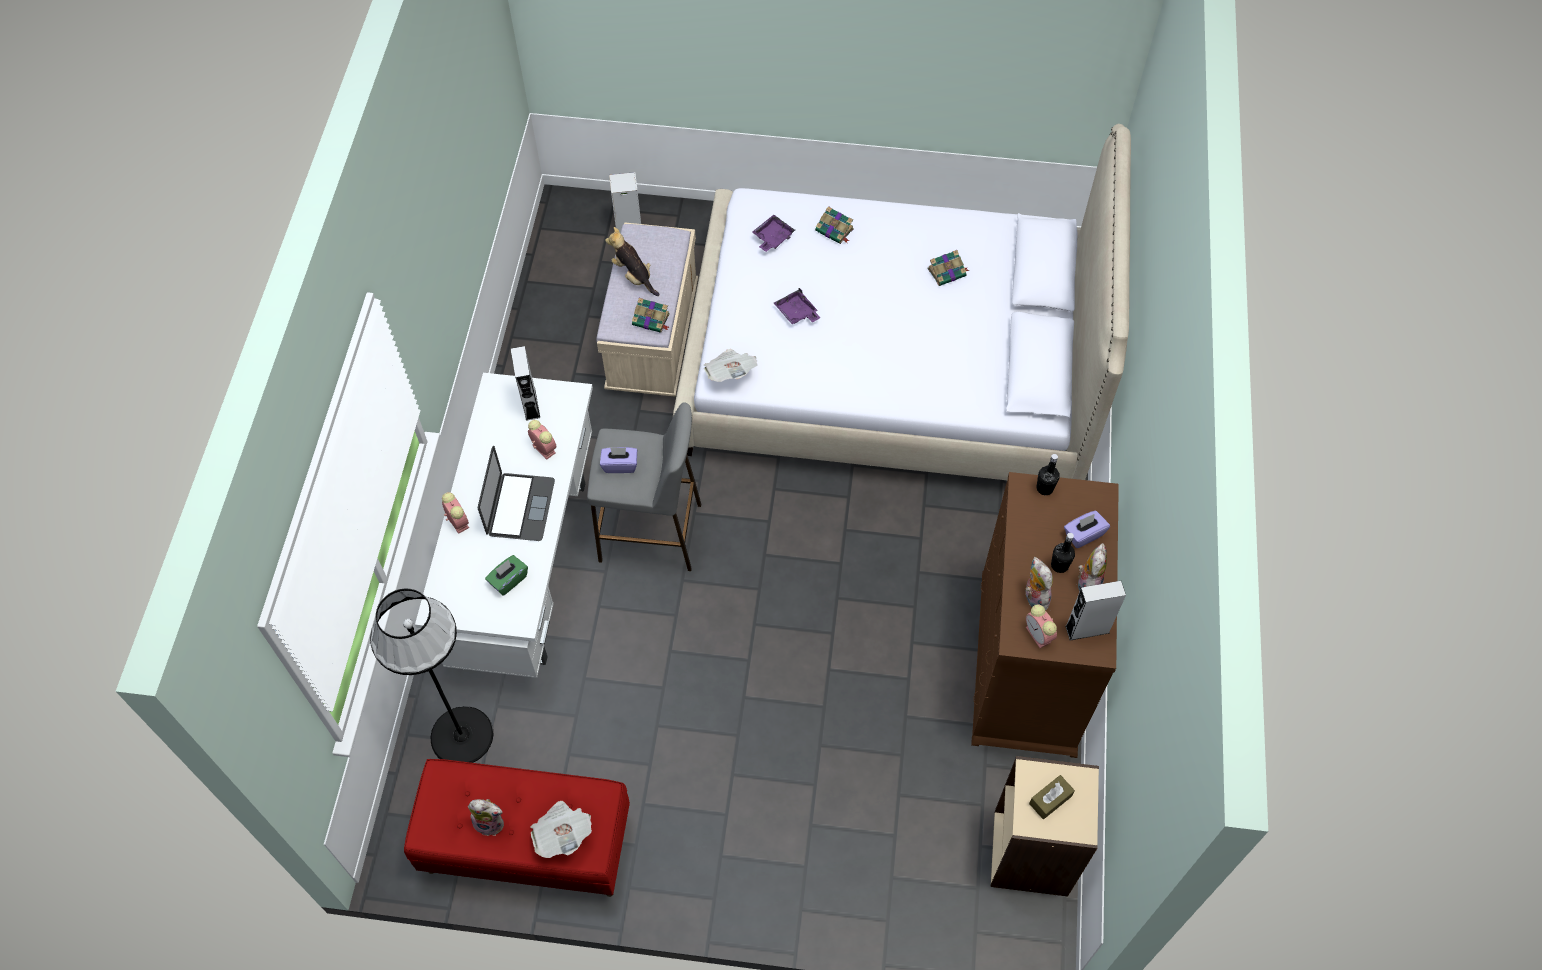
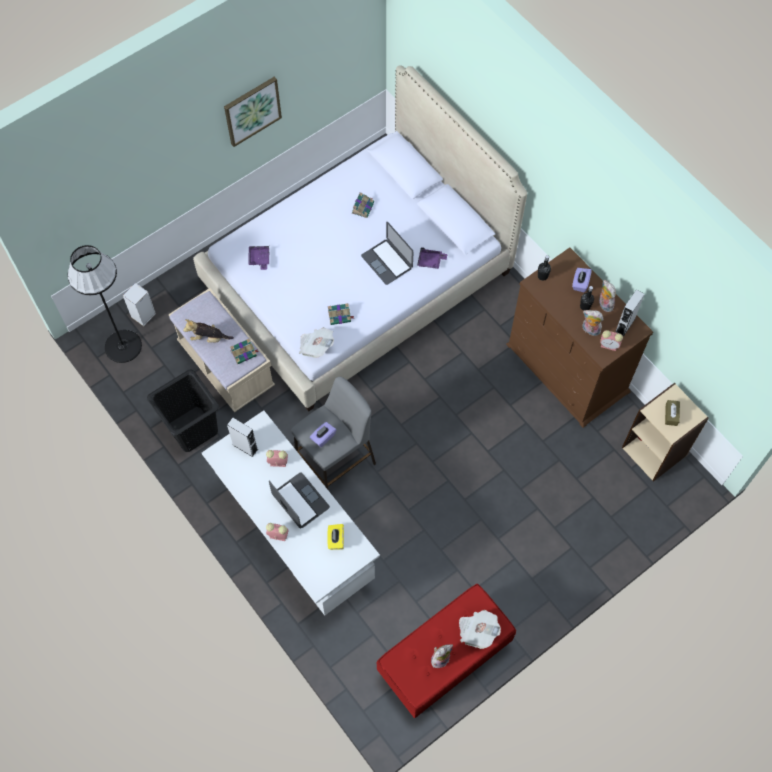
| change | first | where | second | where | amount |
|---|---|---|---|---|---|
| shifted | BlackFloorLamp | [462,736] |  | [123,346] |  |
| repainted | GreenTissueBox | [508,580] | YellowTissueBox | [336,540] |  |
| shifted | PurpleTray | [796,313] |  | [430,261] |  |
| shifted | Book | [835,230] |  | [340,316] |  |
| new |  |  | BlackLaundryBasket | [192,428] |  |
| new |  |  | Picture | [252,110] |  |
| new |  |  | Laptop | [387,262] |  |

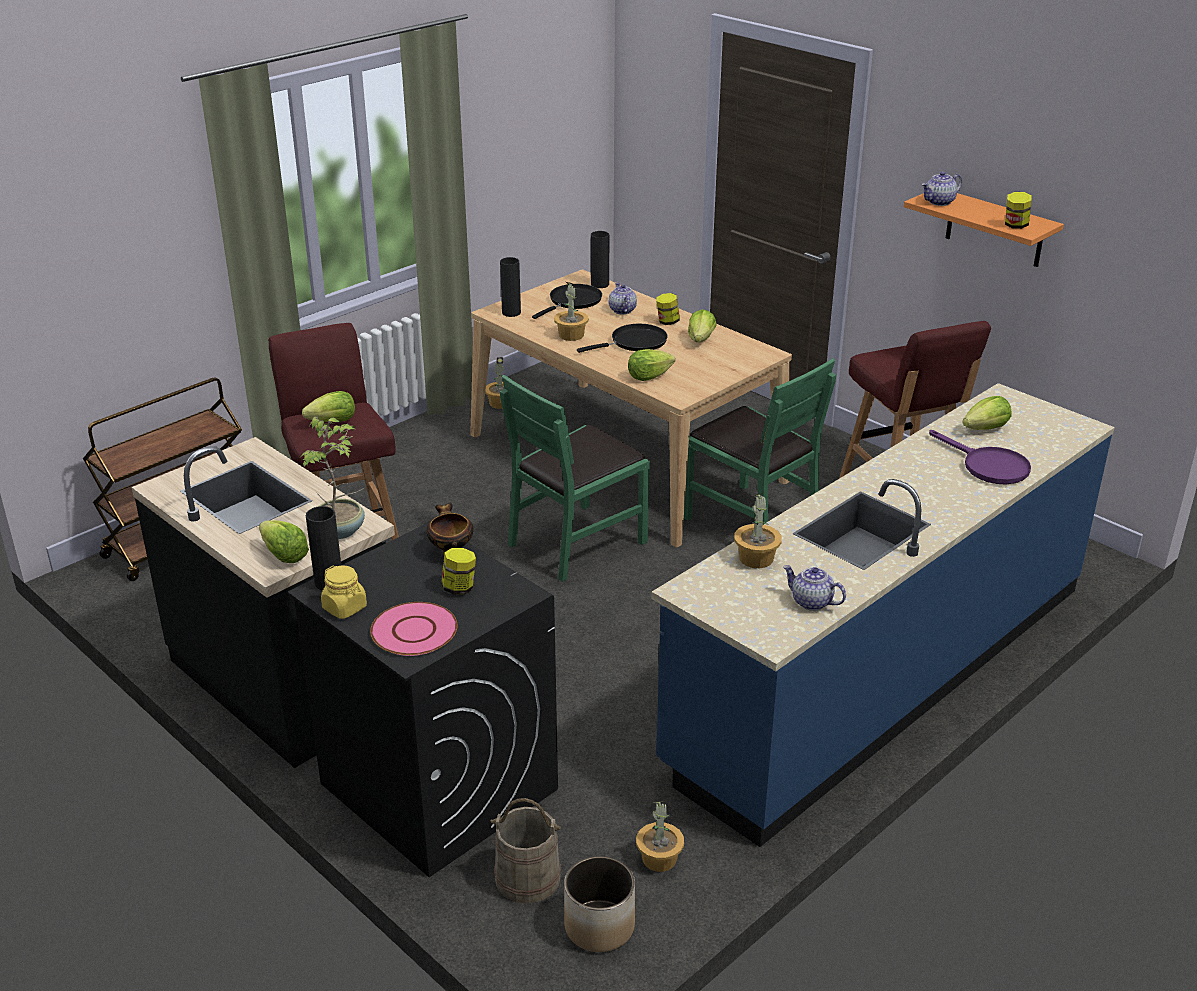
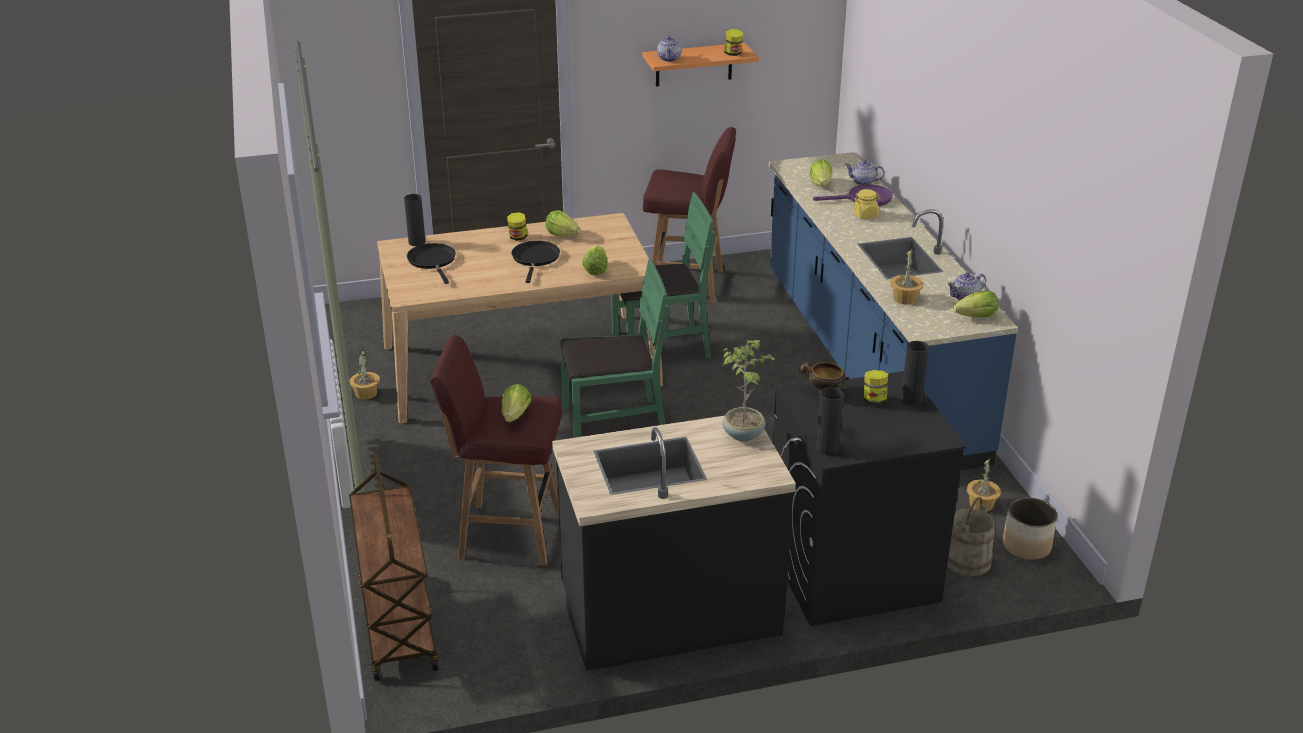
| change | first | where | second | where | amount |
|---|---|---|---|---|---|
| shifted | Lettuce | [284,556] |  | [976,317] |  |
| shifted | YellowJar | [345,608] |  | [865,215] |  |
| gone | PinkPlate | [415,630] |  |  |  |
| shifted | BlackVase | [511,313] |  | [911,399] |  |
| rotated | GreenChair | [576,542] |  | [613,424] | 90 degrees counterclockwise |
| gone | PottedPlant | [571,335] |  |  |  |
| shifted | Teapot | [622,310] |  | [863,182] |  |

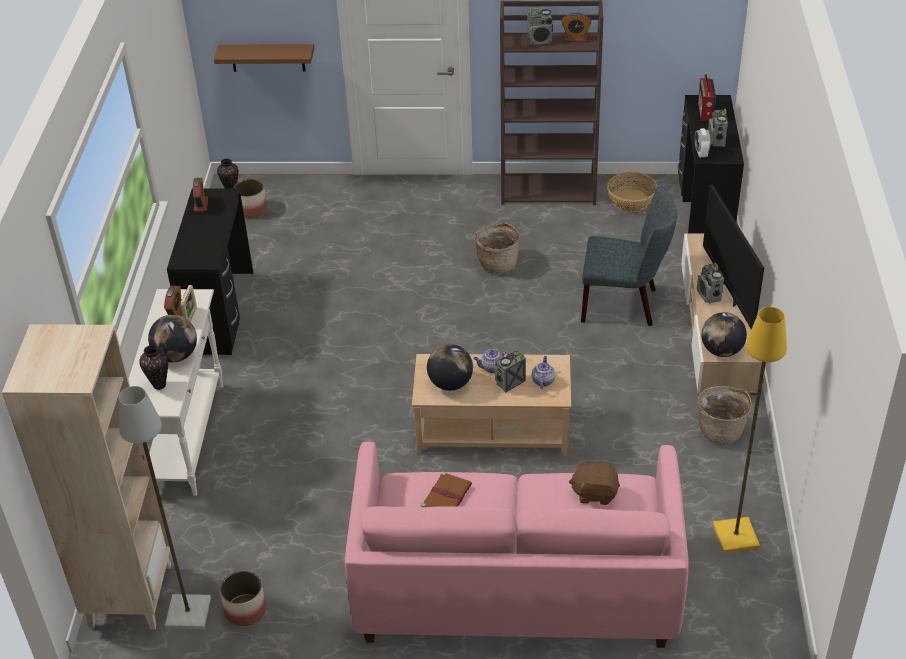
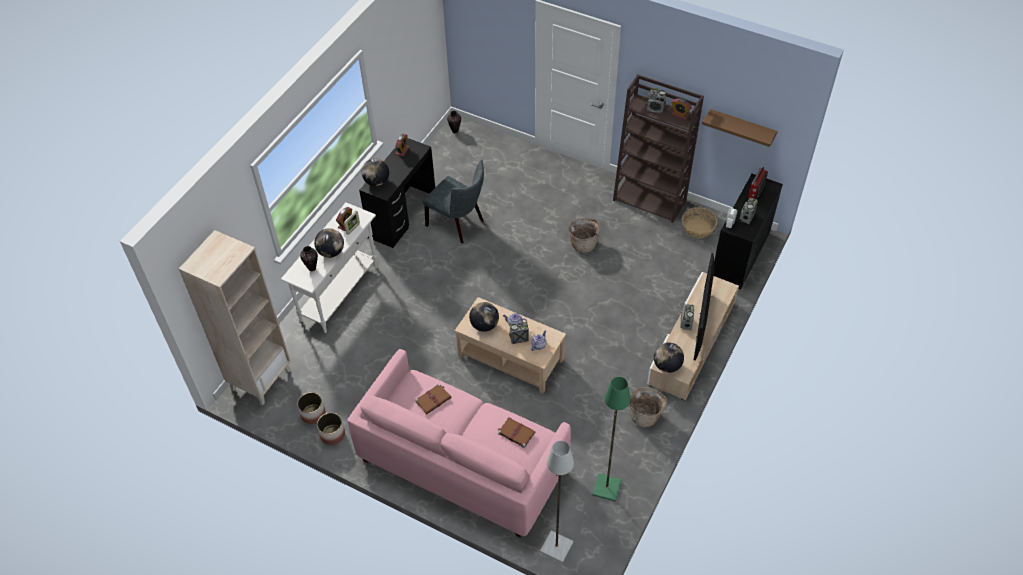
| change | first | where | second | where | amount |
|---|---|---|---|---|---|
| shifted | GreyFloorLamp | [187,613] |  | [555,547] |  |
| shifted | BrownShelf | [268,57] |  | [741,128] |  |
| shifted | Planter | [252,209] |  | [332,434] |  |
| swapped | BrownPlushToy | [595,493] | BrownBook | [516,433] |  |
| shifted | GreyChair | [624,304] |  | [458,224] |  |
| repainted | YellowFloorLamp | [736,536] | GreenFloorLamp | [607,488] |  |
| new |  |  | Globe | [377,182] |  |

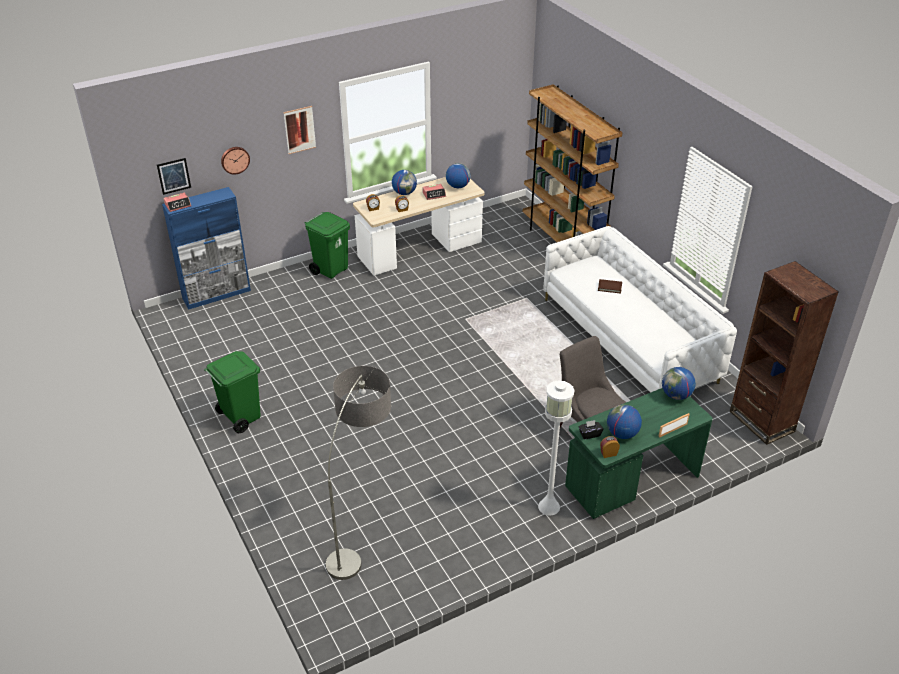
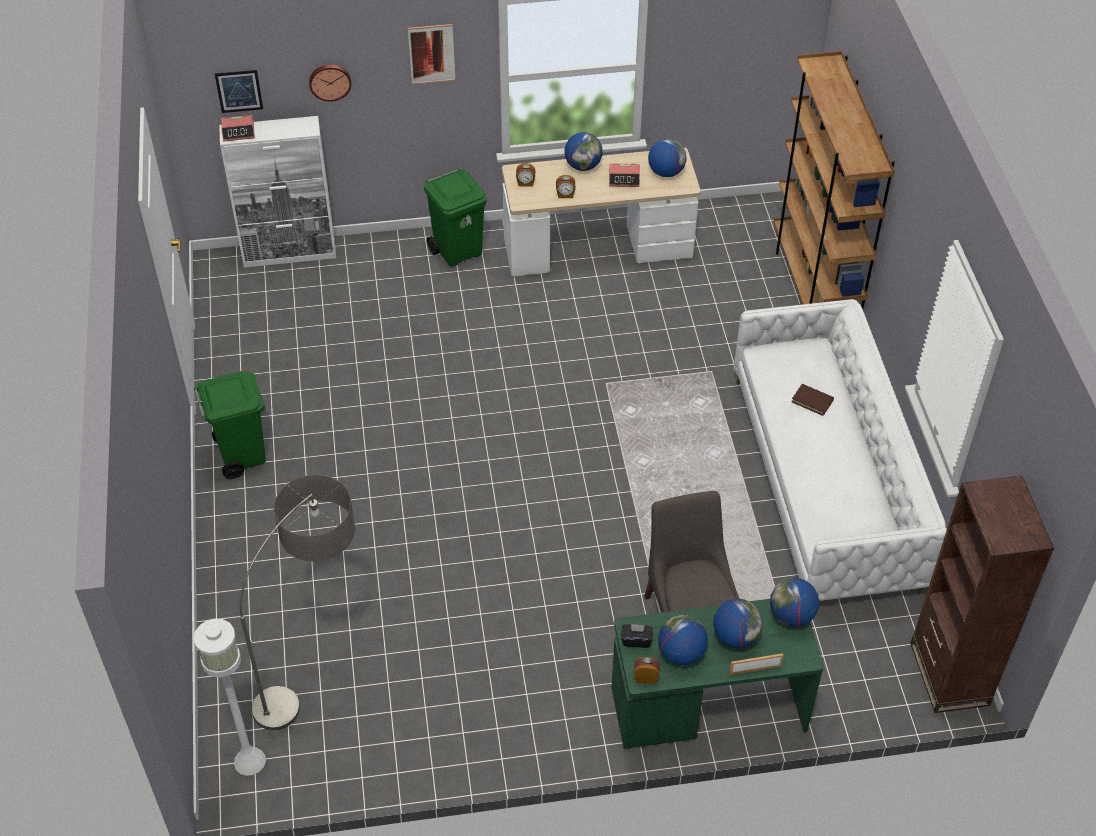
| change | first | where | second | where | amount |
|---|---|---|---|---|---|
| repainted | BlueCabinet | [217,294] | WhiteCabinet | [290,253] |  |
| shifted | WhiteFloorLamp | [549,506] |  | [250,760] |  |
| new |  |  | Globe | [735,636] |  |

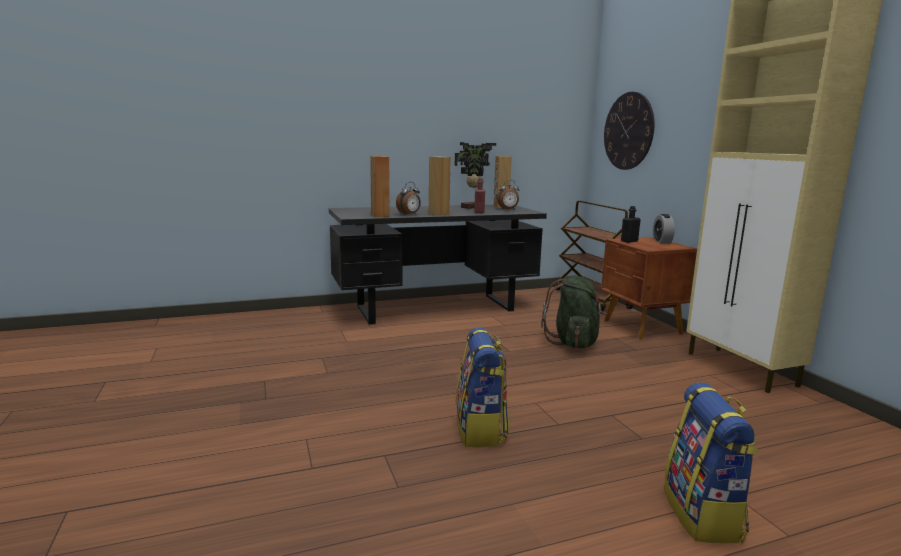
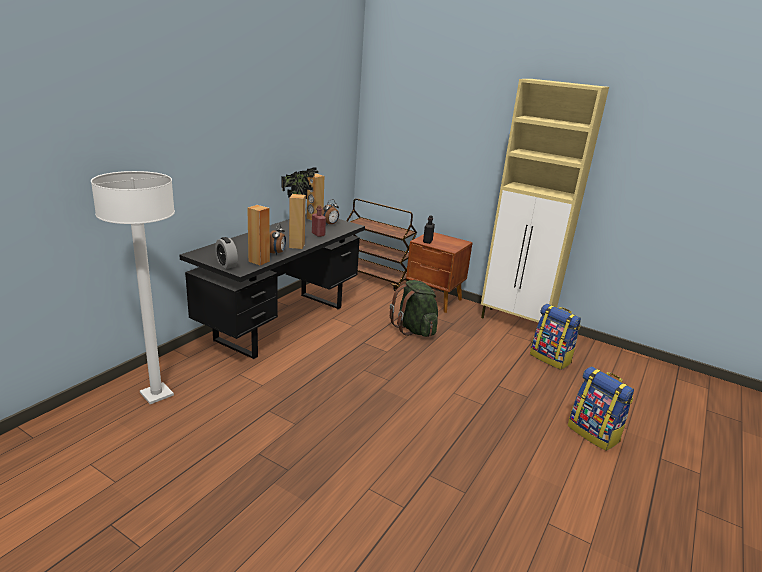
| change | first | where | second | where | amount |
|---|---|---|---|---|---|
| shifted | Backpack | [481,430] |  | [551,358] |  |
| gone | WallClock | [628,131] |  |  |  |
| shifted | AlarmClock | [662,241] |  | [226,264] |  |
| new |  |  | WhiteFloorLamp | [156,394] |  |

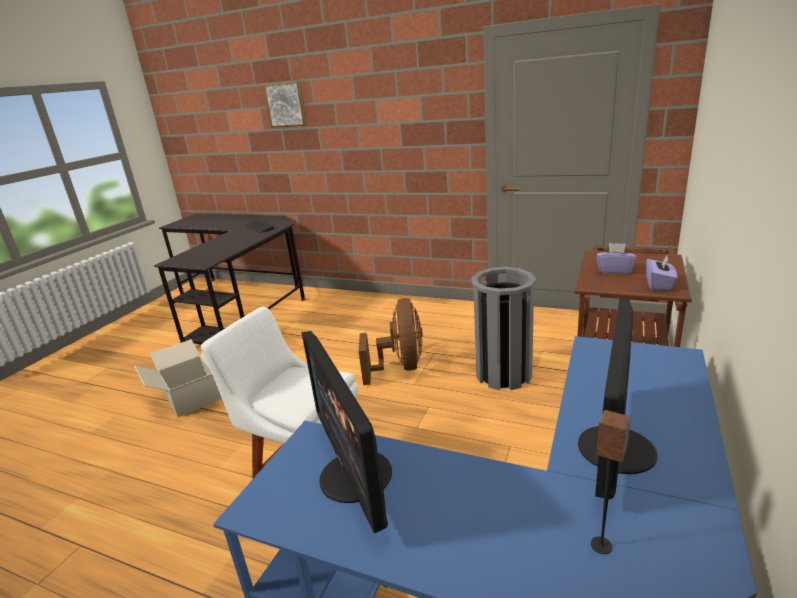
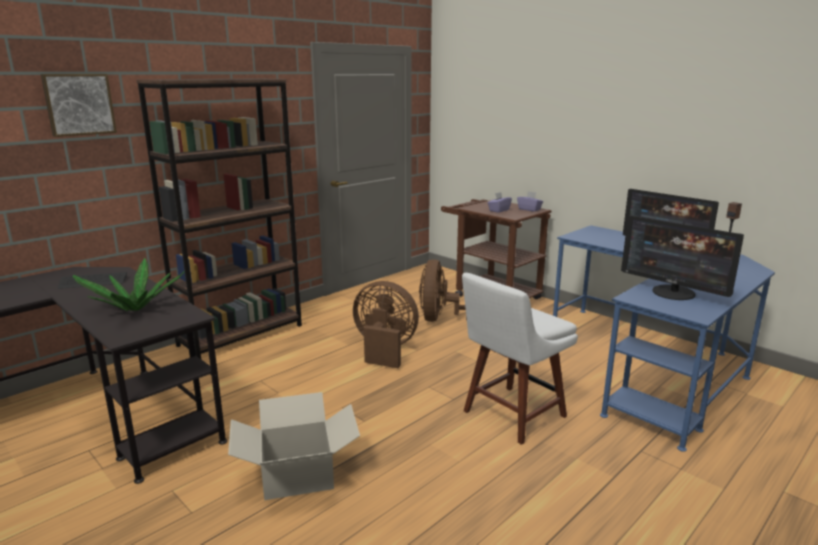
| change | first | where | second | where | amount |
|---|---|---|---|---|---|
| rotated | Monitor | [354,476] |  | [673,293] | 45 degrees clockwise |
| swapped | GreyTrashCan | [503,374] | BrownFan | [440,318] |  |
| new |  |  | PottedPlant | [135,308] |  |
| new |  |  | BrownBookcase | [241,335] |  |

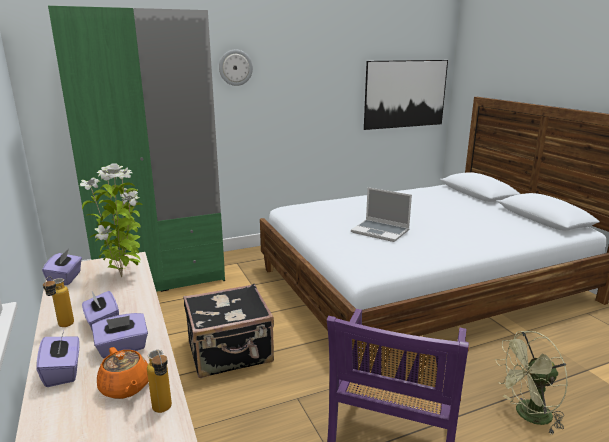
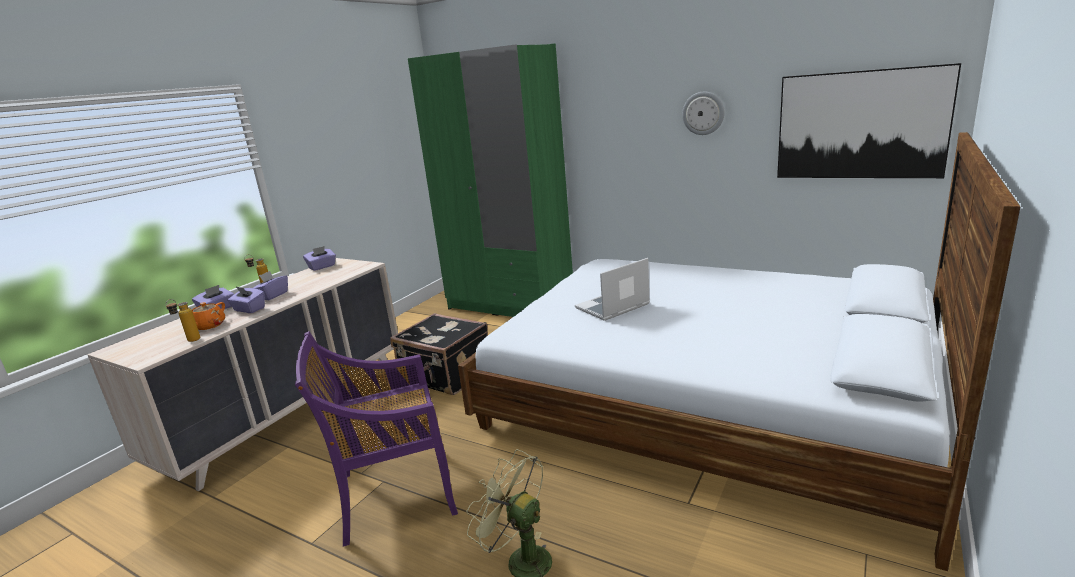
| change | first | where | second | where | amount |
|---|---|---|---|---|---|
| gone | PottedPlant | [123,276] |  |  |  |
| shifted | WallClock | [235,67] |  | [703,113] |  |
| rotated | Laptop | [381,231] |  | [612,307] | 60 degrees clockwise |

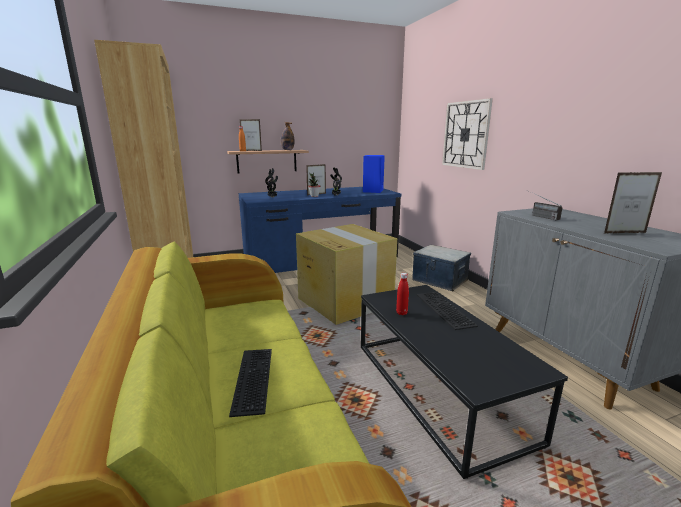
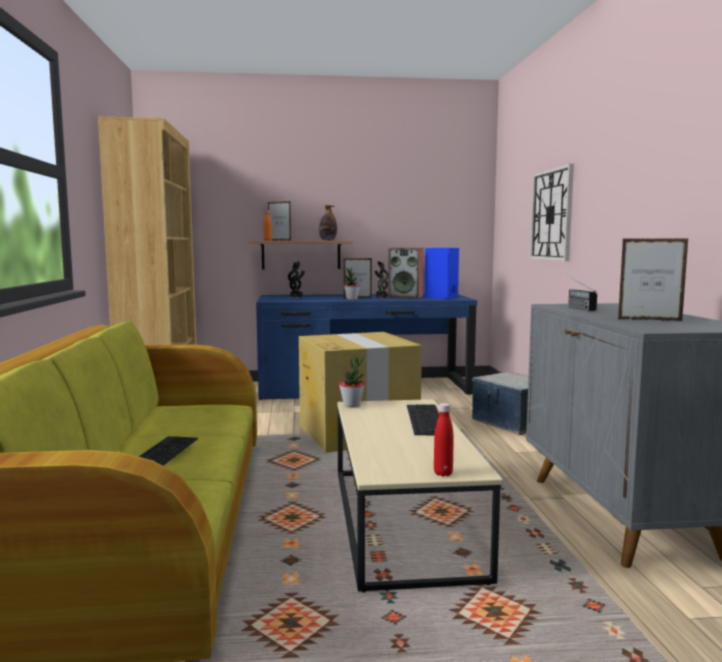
| change | first | where | second | where | amount |
|---|---|---|---|---|---|
| repainted | BlackCoffeeTable | [438,389] | BeigeCoffeeTable | [403,521] |  |
| shifted | RedBottle | [401,313] |  | [443,473] |  |
| new |  |  | PottedPlant | [352,404] |  |
| new |  |  | Speaker | [406,297] |  |

